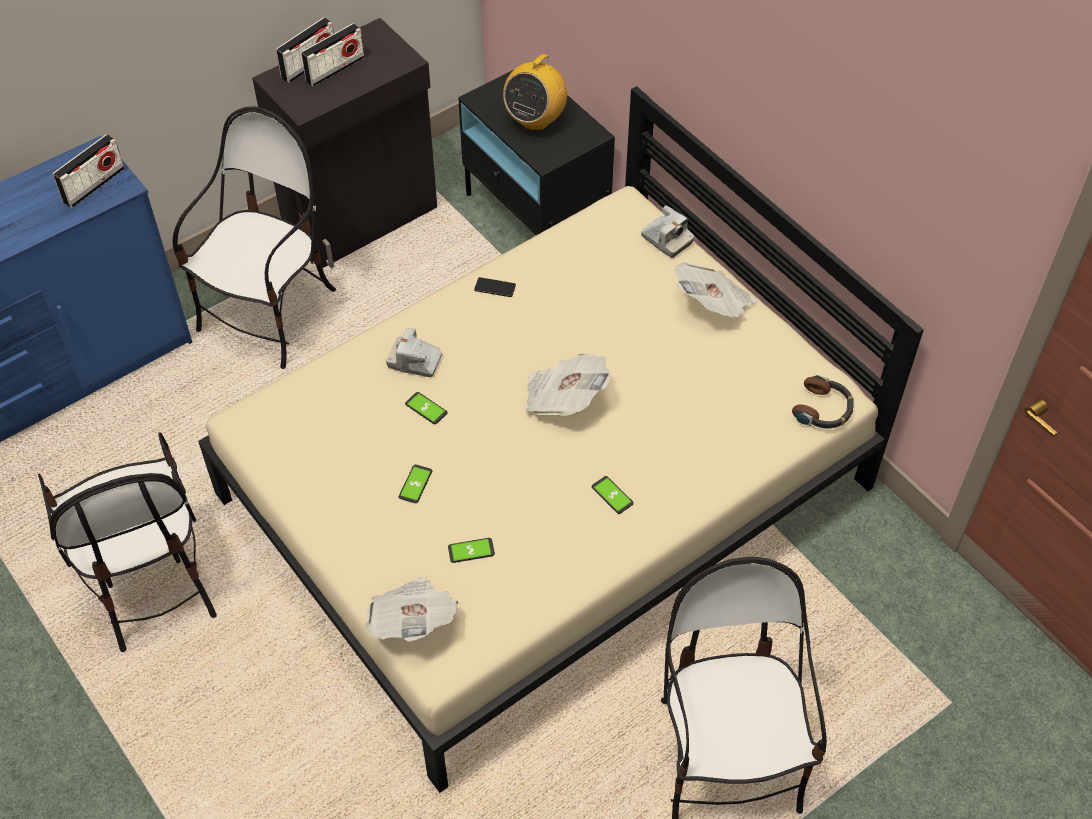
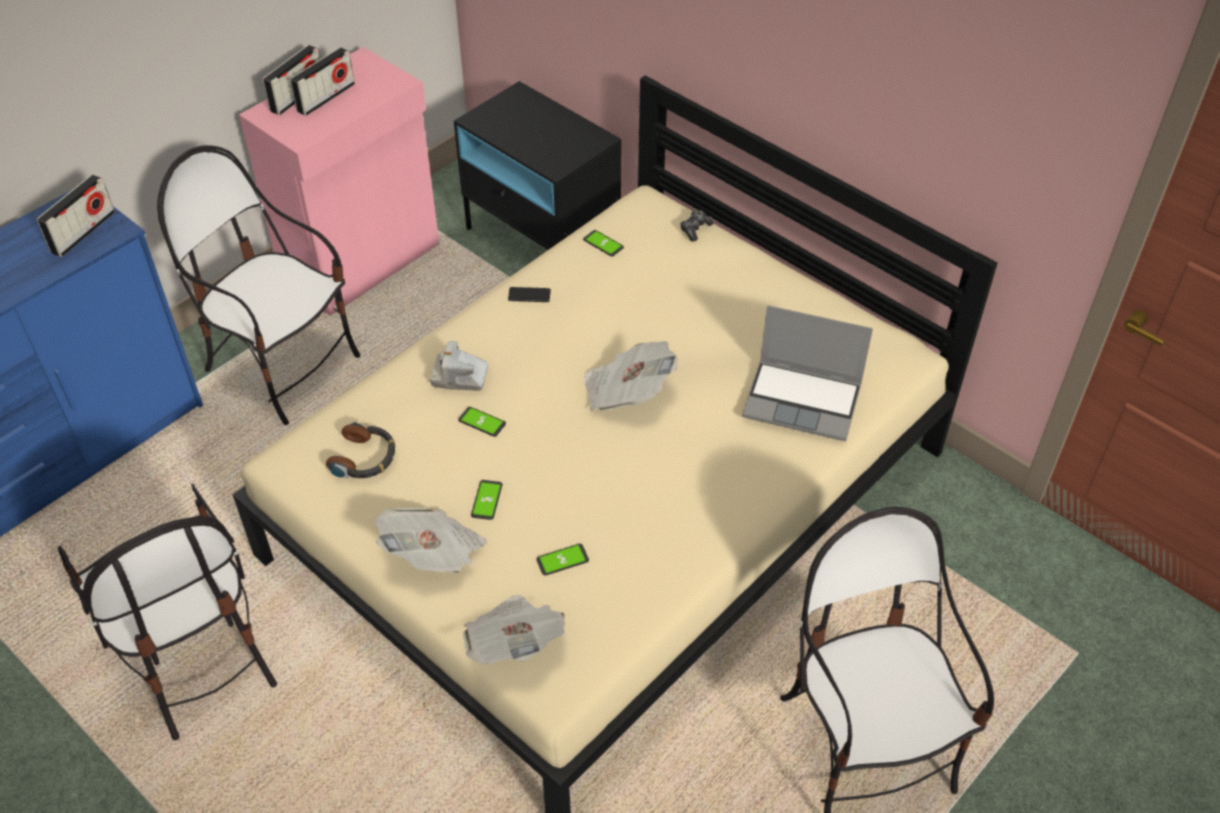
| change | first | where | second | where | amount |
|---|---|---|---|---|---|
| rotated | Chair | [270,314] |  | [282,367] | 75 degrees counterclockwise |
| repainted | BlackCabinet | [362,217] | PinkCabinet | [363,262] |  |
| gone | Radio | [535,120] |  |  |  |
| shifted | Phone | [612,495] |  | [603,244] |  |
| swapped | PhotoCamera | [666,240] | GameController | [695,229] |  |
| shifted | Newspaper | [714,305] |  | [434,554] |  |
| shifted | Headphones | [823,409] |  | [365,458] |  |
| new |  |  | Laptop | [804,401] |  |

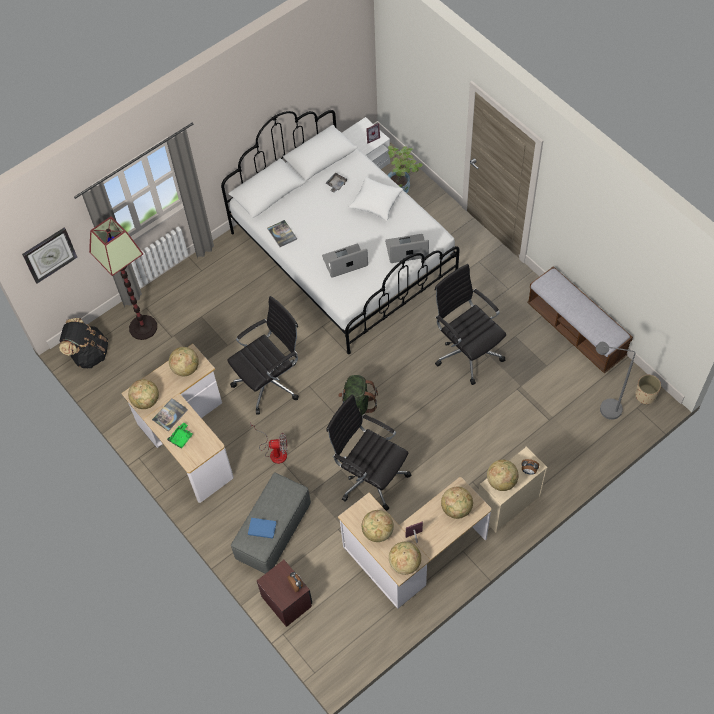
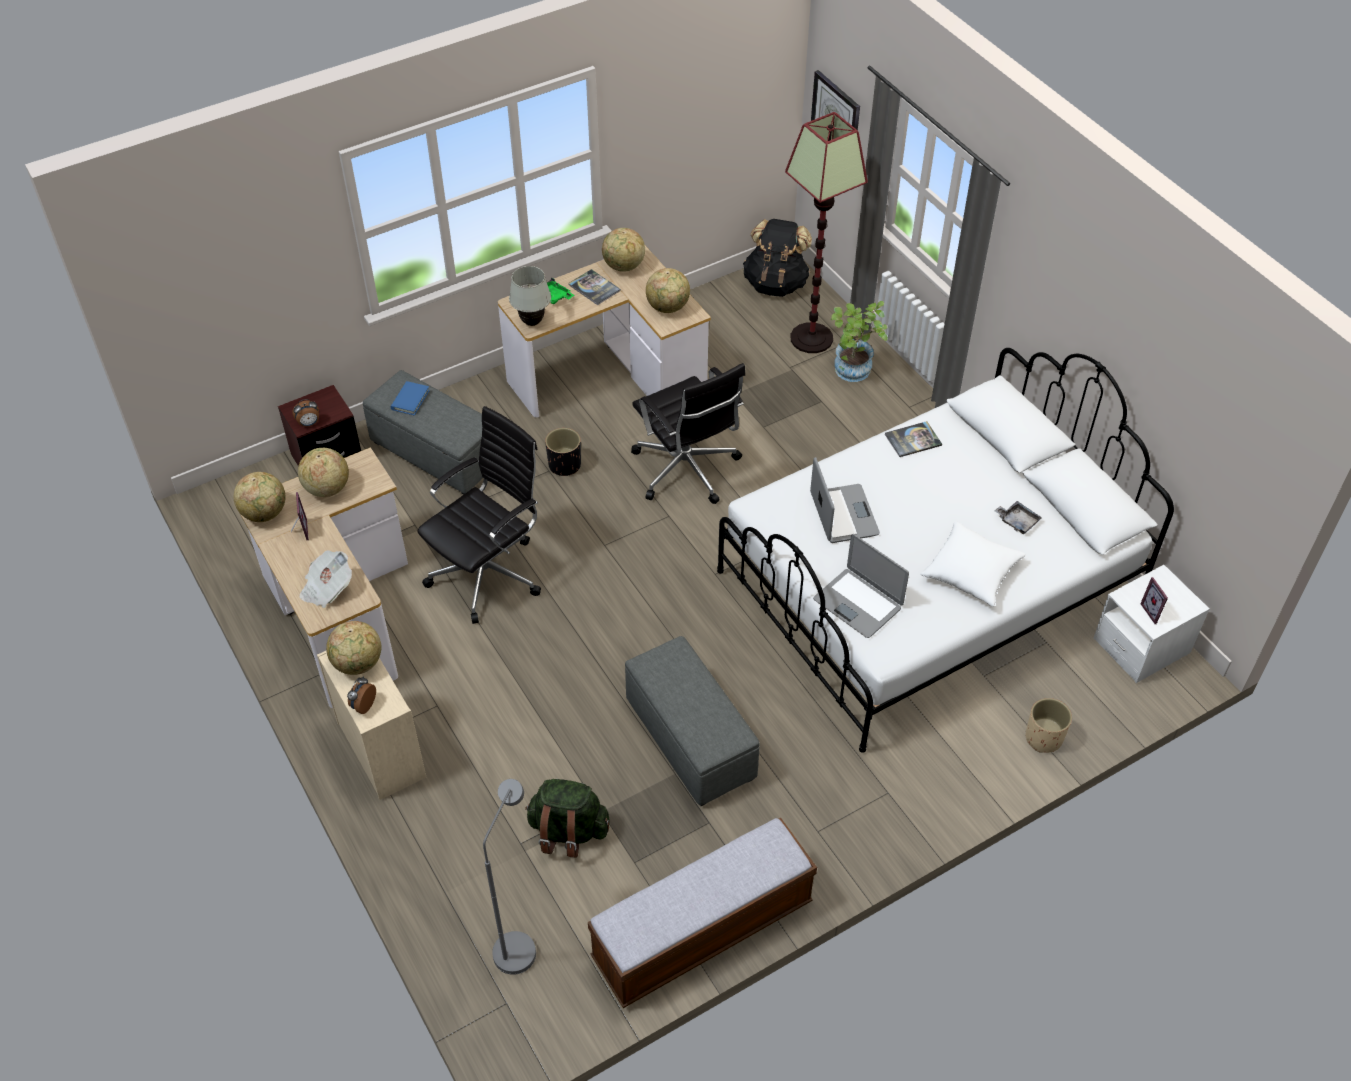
| change | first | where | second | where | amount |
|---|---|---|---|---|---|
| swapped | Fan | [274,451] | BlackPlanter | [565,465] |  |
| shifted | GreenBackpack | [357,405] |  | [568,831] |  |
| rotated | Laptop | [406,250] |  | [858,603] | 135 degrees clockwise |
| shifted | PottedPlant | [402,187] |  | [852,373] |  |
| swapped | BlackOfficeChair | [467,351] | GreyOttoman | [691,740] |  |
| swapped | Globe | [456,508] | Newspaper | [327,588] |  |
| shifted | BeigePlanter | [645,395] |  | [1043,738] |  |
| new |  |  | WhiteTableLamp | [532,322] |  |

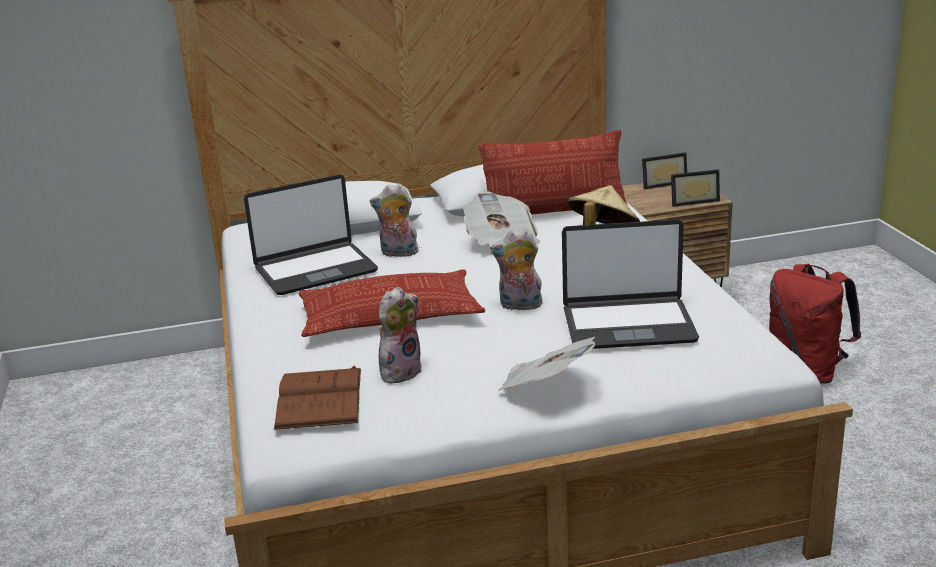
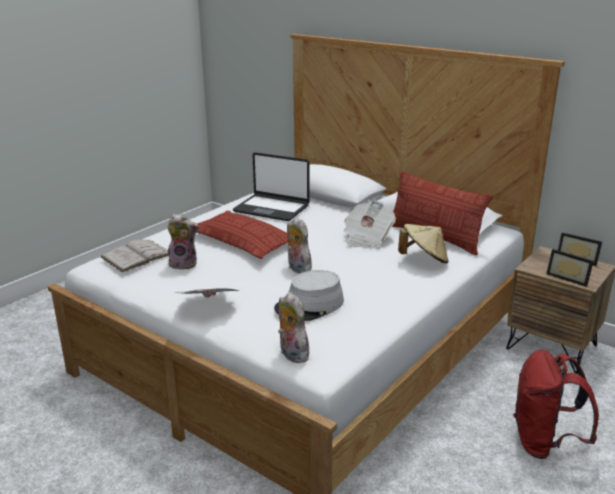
| change | first | where | second | where | amount |
|---|---|---|---|---|---|
| repainted | BrownBook | [319,398] | WhiteBook | [137,255] |  |
| shifted | PlushToy | [398,253] |  | [291,354] |  |
| swapped | Laptop | [628,325] | GreyHat | [310,305] |  |

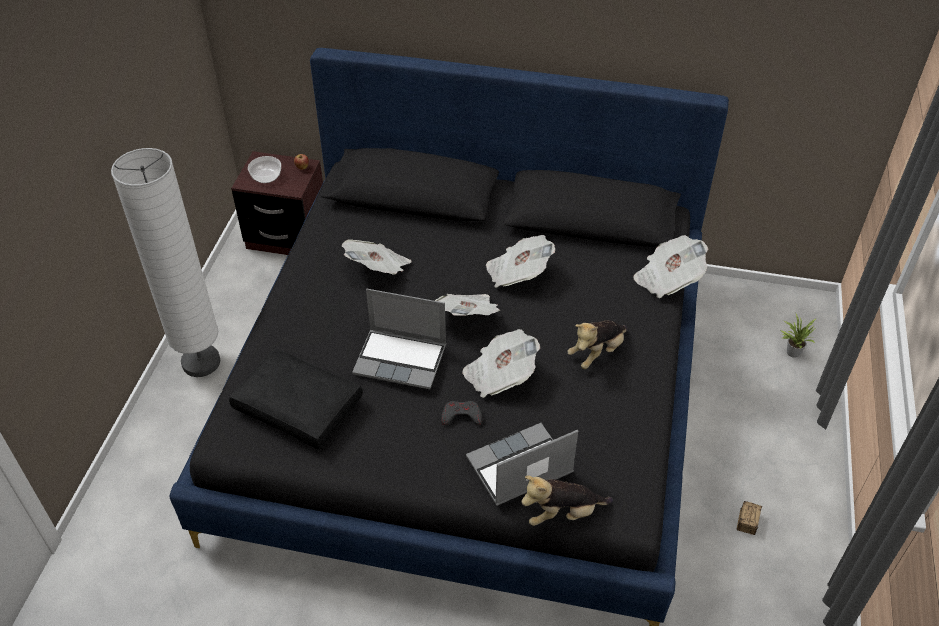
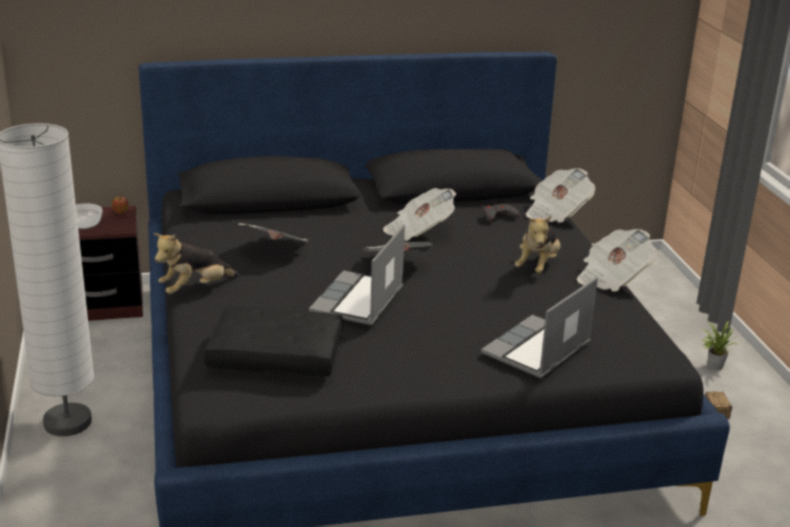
| change | first | where | second | where | amount |
|---|---|---|---|---|---|
| rotated | Laptop | [401,359] |  | [358,301] | 120 degrees clockwise |
| shifted | GreyGameController | [461,416] |  | [498,216] |  |
| shifted | Newspaper | [499,375] |  | [612,278] |  |
| shifted | PlushToy | [562,513] |  | [195,289] |  |
| shifted | PottedPlant | [791,351] |  | [713,365] |  |

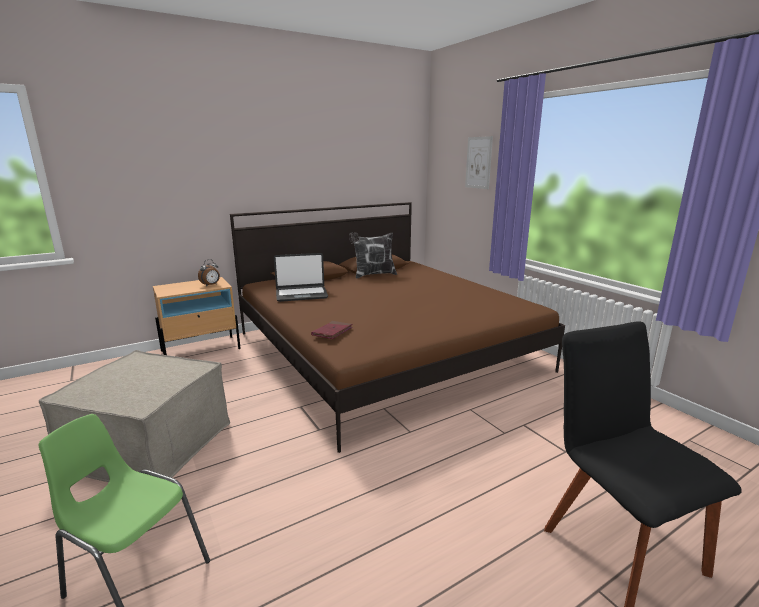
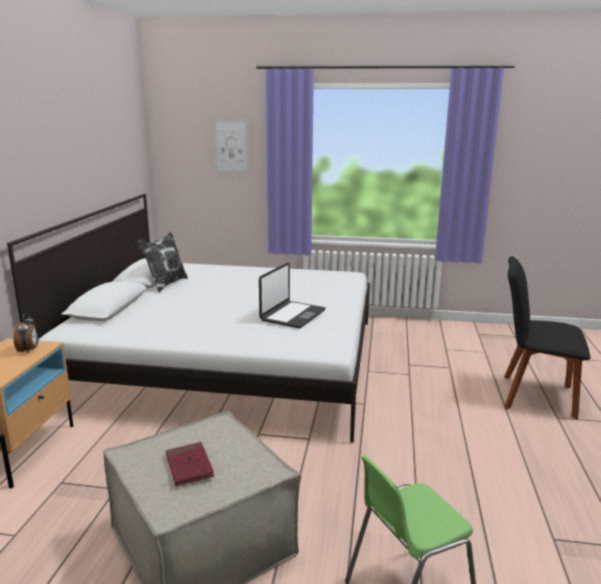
| change | first | where | second | where | amount |
|---|---|---|---|---|---|
| repainted | BrownBed | [385,351] | WhiteBed | [229,360] |  |
| shifted | Laptop | [301,294] |  | [292,315] |  |
| shifted | RedBook | [332,332] |  | [189,466] |  |

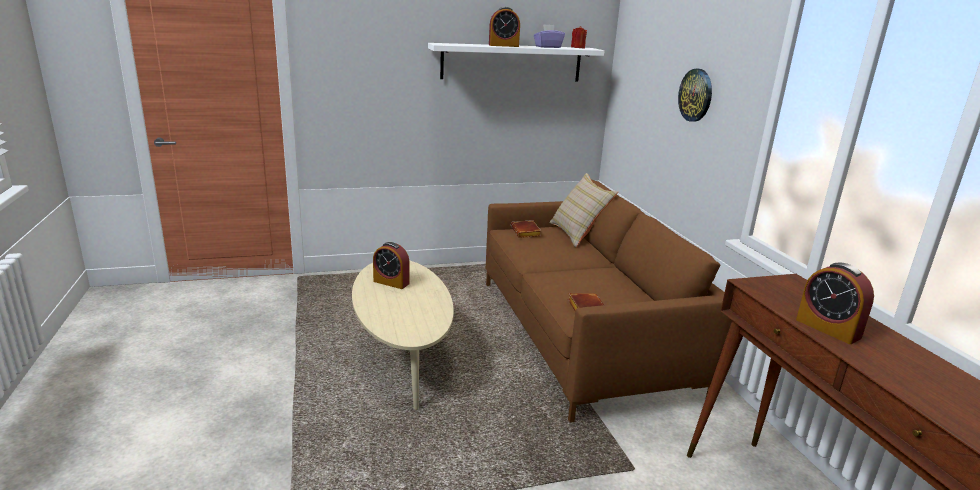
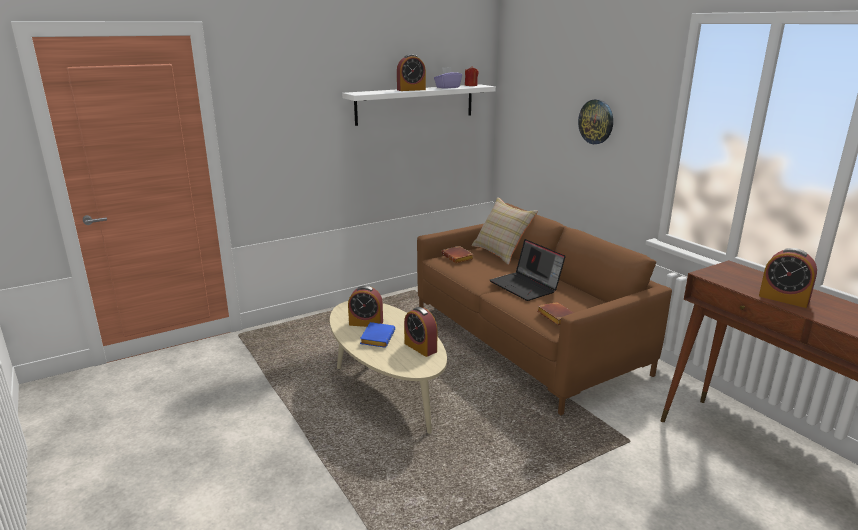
| change | first | where | second | where | amount |
|---|---|---|---|---|---|
| new |  |  | BlueBook | [377,338] |  |
| new |  |  | AlarmClock | [420,347] |  |
| new |  |  | Laptop | [526,286] |  |

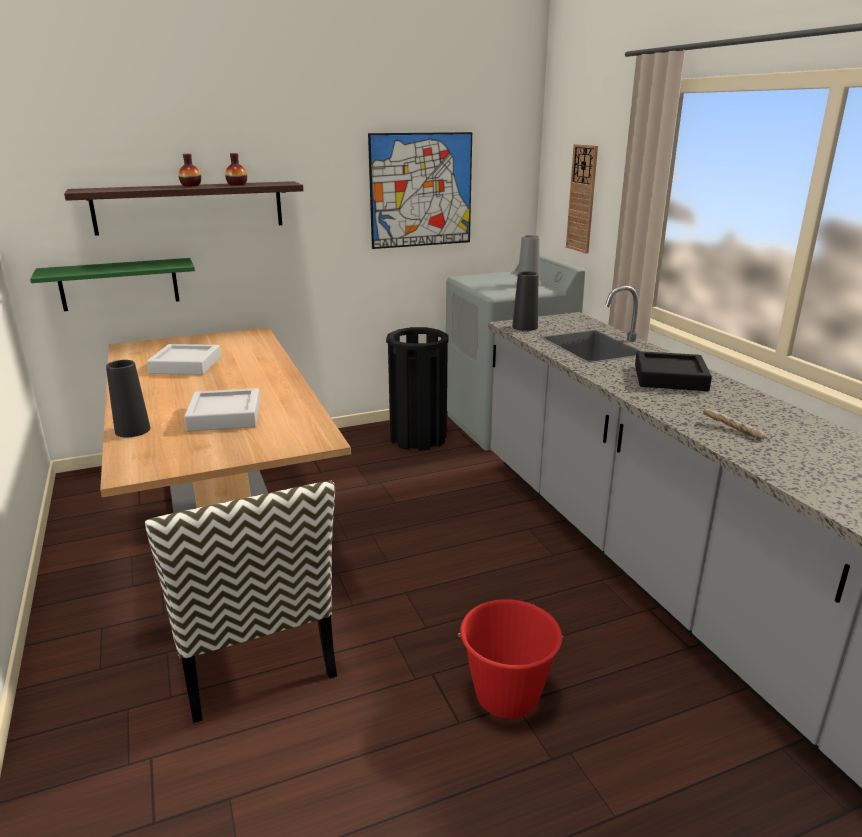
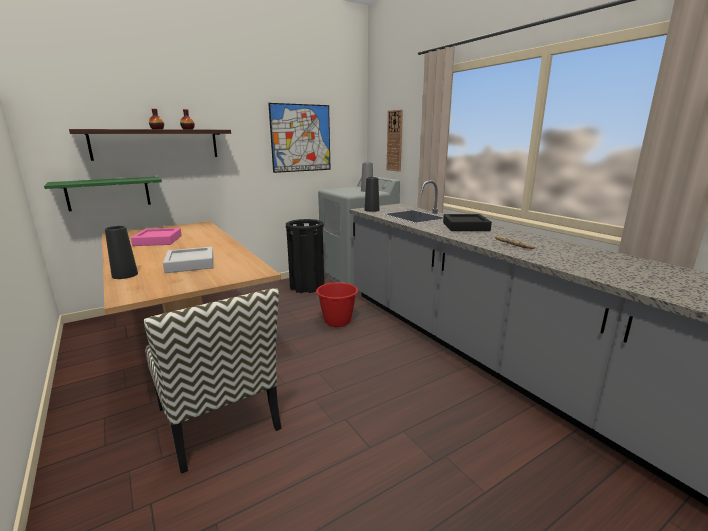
| change | first | where | second | where | amount |
|---|---|---|---|---|---|
| repainted | GreyTray | [186,365] | PinkTray | [158,241] |  |
| shifted | RedBucket | [507,696] |  | [337,321] |  |

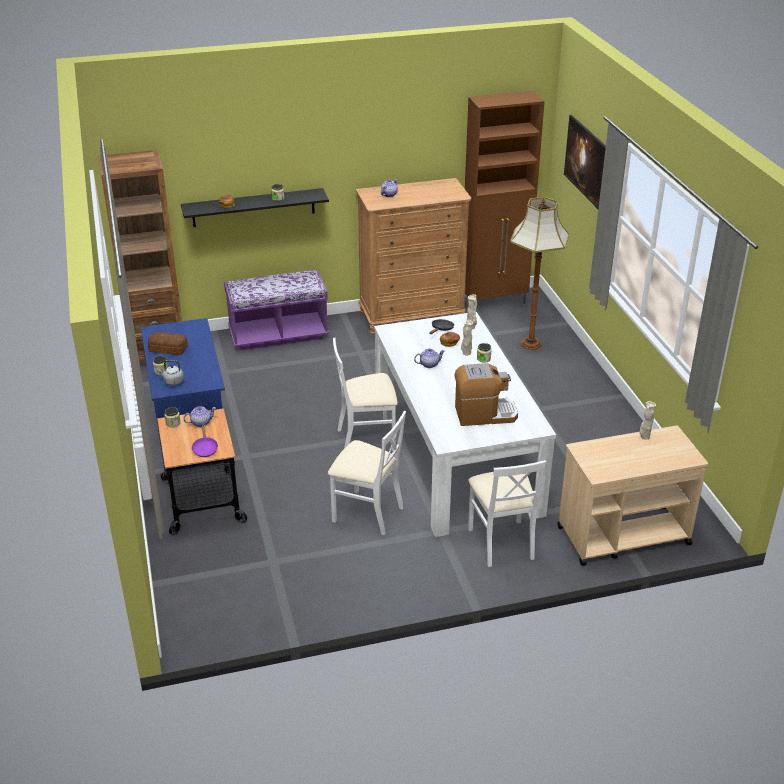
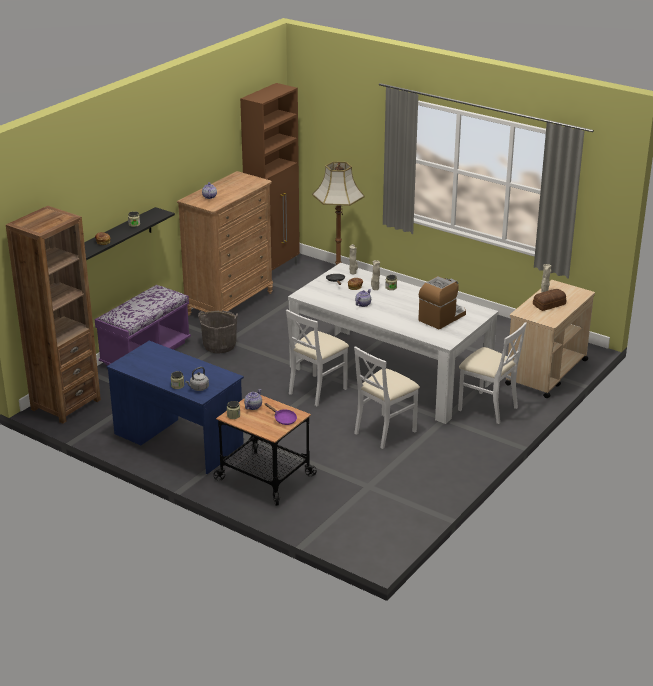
| change | first | where | second | where | amount |
|---|---|---|---|---|---|
| shifted | Bread | [168,349] |  | [550,304] |  |
| rotated | WhiteChair | [367,513] |  | [384,431] | 150 degrees clockwise |
| gone | Picture | [584,176] |  |  |  |
| new |  |  | GreyBucket | [219,345] |  |

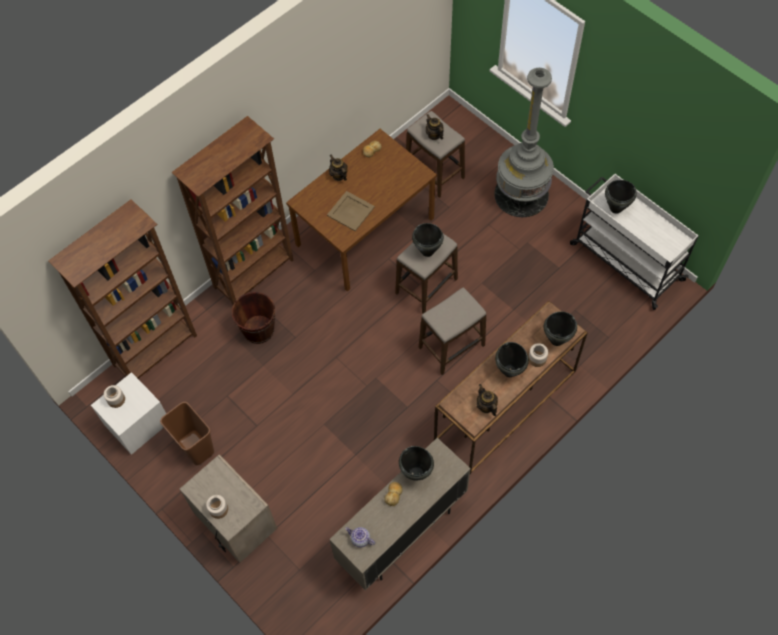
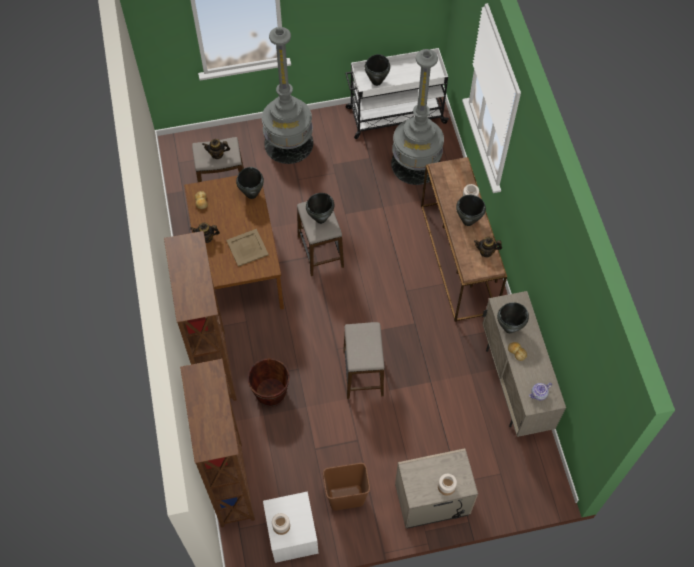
| change | first | where | second | where | amount |
|---|---|---|---|---|---|
| shifted | Stool | [452,346] |  | [363,373] |  |
| shifted | BlackCookingPot | [556,340] |  | [251,194] |  |
| new |  |  | GreyFloorLamp | [416,164] |  |

